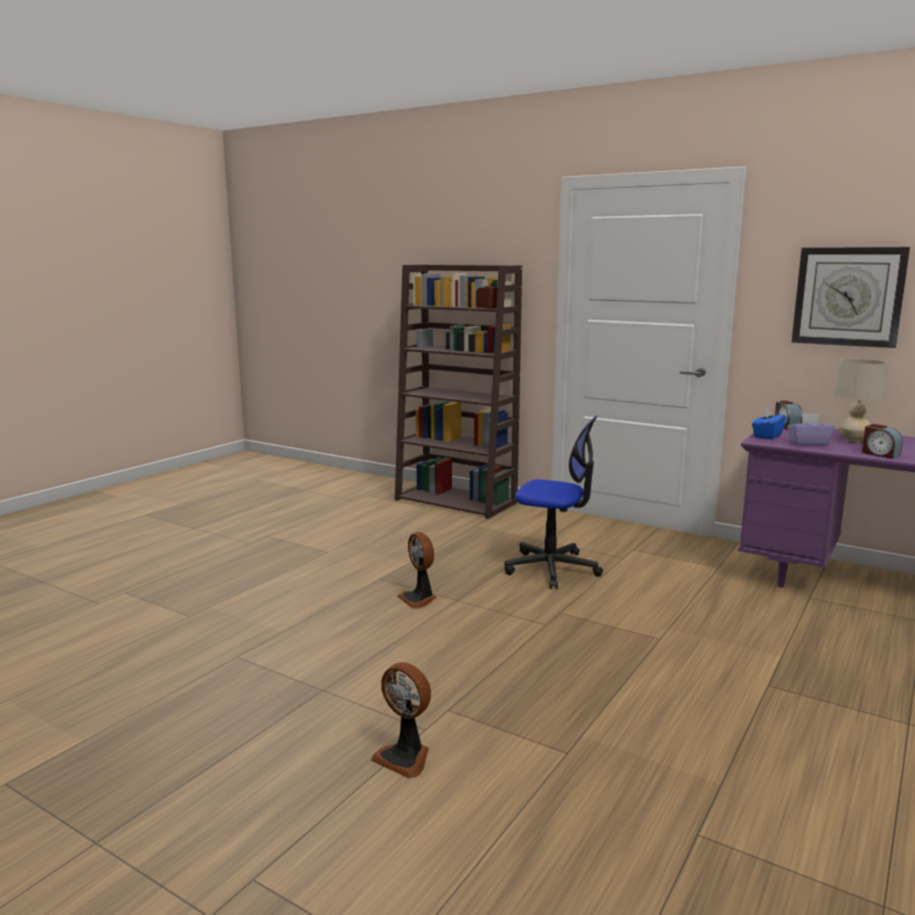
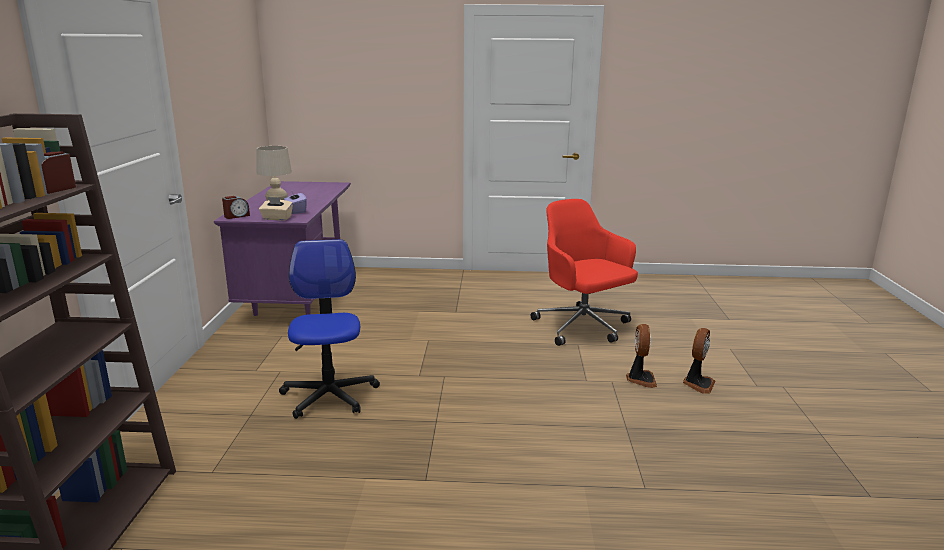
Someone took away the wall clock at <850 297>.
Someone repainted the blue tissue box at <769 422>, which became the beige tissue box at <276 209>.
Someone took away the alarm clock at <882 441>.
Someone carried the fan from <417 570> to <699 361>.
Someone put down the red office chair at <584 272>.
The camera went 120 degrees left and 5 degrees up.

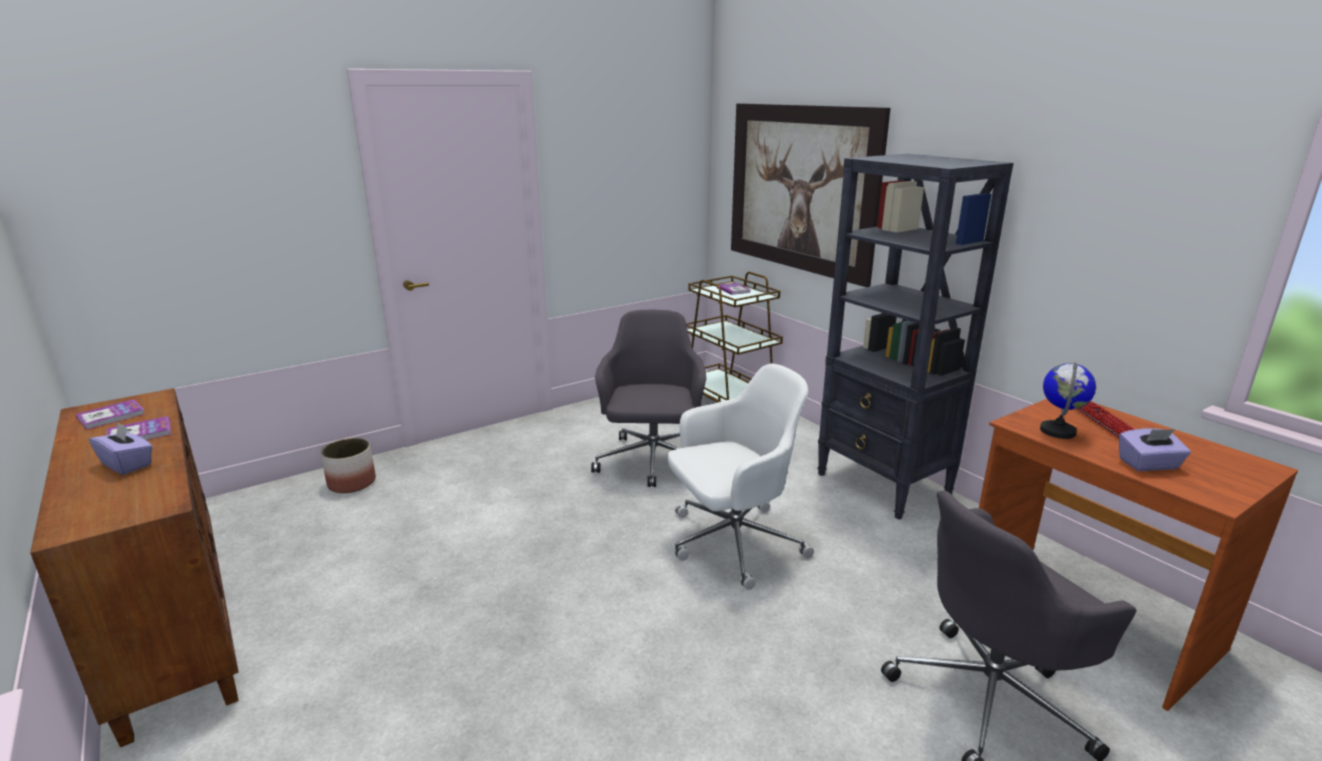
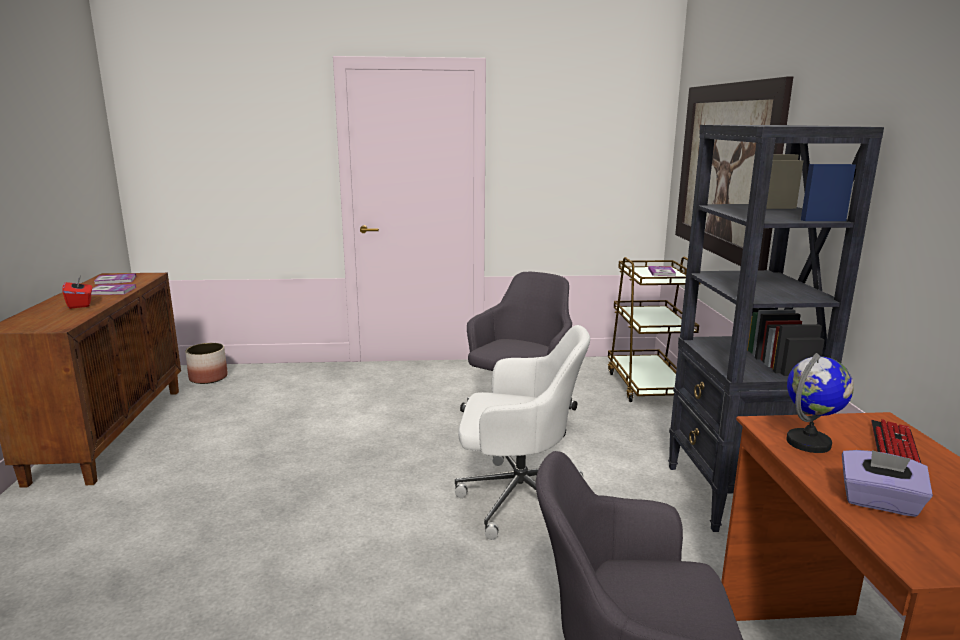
Someone repainted the purple tissue box at <121 448>, which became the red tissue box at <77 292>.
Someone carried the planter from <348 465> to <206 363>.
The camera went 30 degrees right and 5 degrees down.

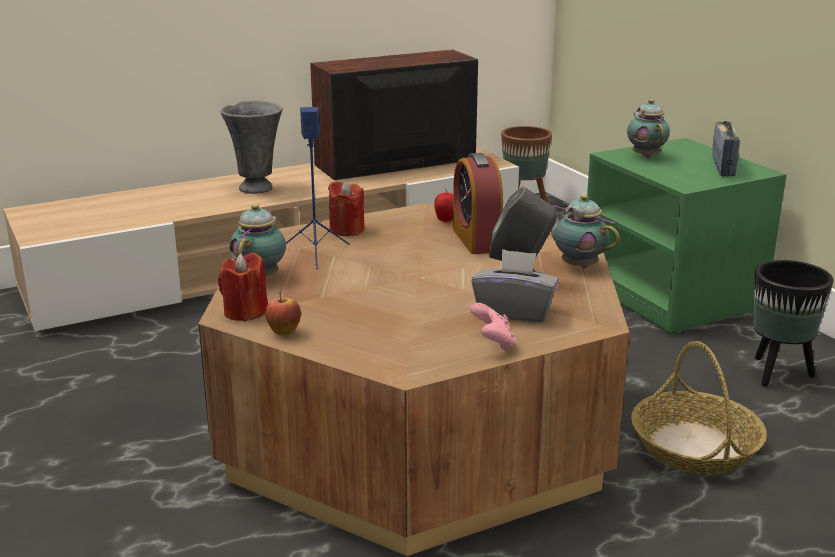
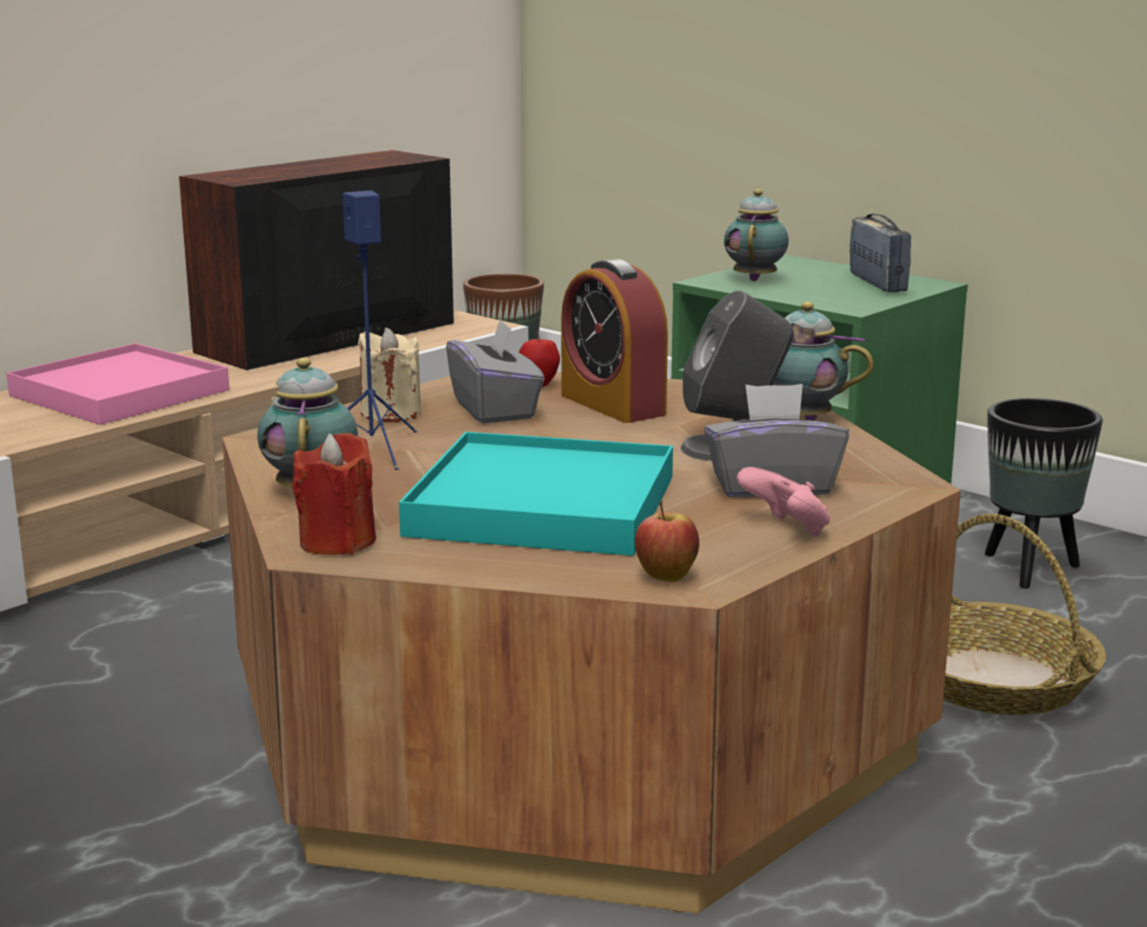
Someone rotated the teapot at <648 128> by 45 degrees clockwise.
Someone swapped the grey vase at <252 147> for the pink tray at <118 384>.
Someone repainted the red candle at <346 208>, which became the beige candle at <389 375>.
Someone carried the apple from <283 313> to <667 541>.
Someone put down the grey tissue box at <495 370>.
Someone put down the turquoise tray at <536 494>.
The camera went 20 degrees left and 5 degrees down.

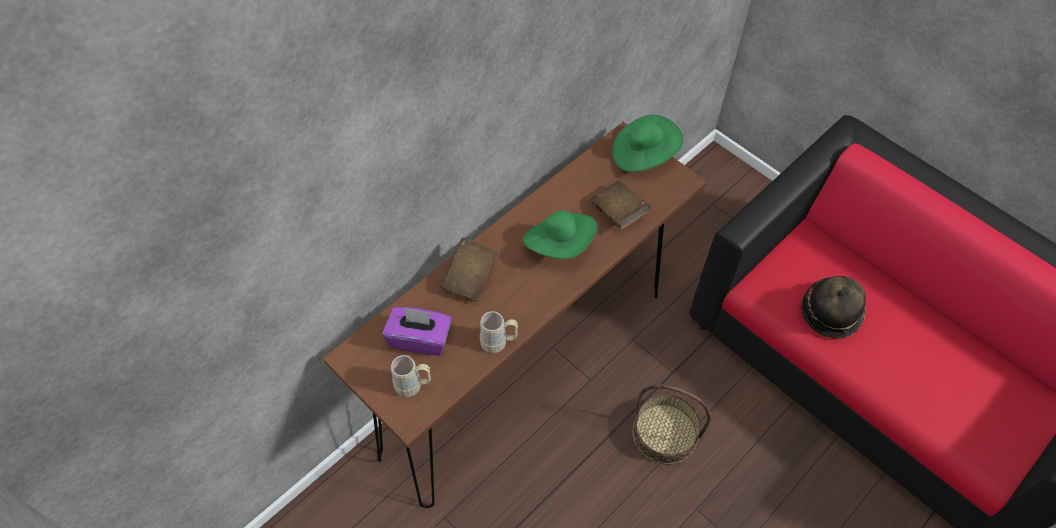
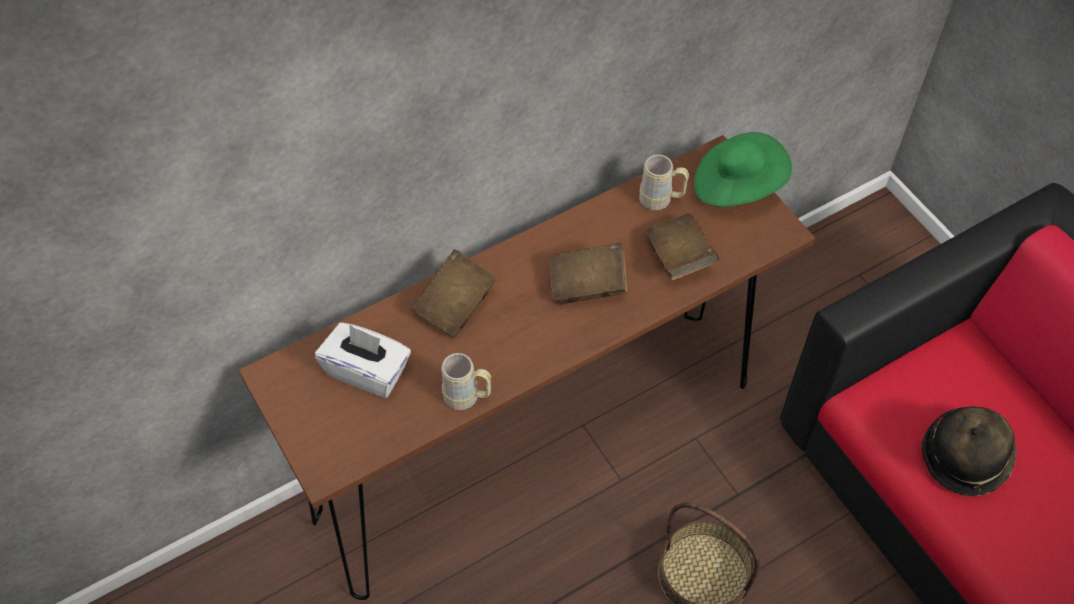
Someone swapped the green hat at <560 234> for the brown book at <588 273>.
Someone repainted the purple tissue box at <417 331>, which became the white tissue box at <363 360>.
Someone carried the beige mug from <411 376> to <664 182>.
The camera went 15 degrees right and 0 degrees up.

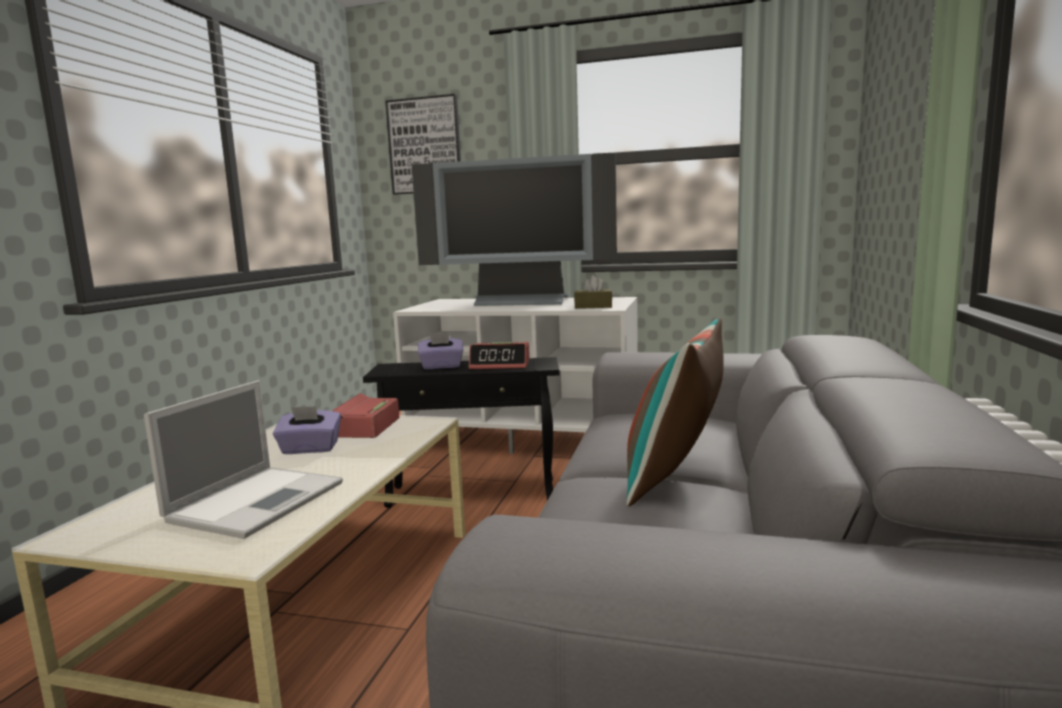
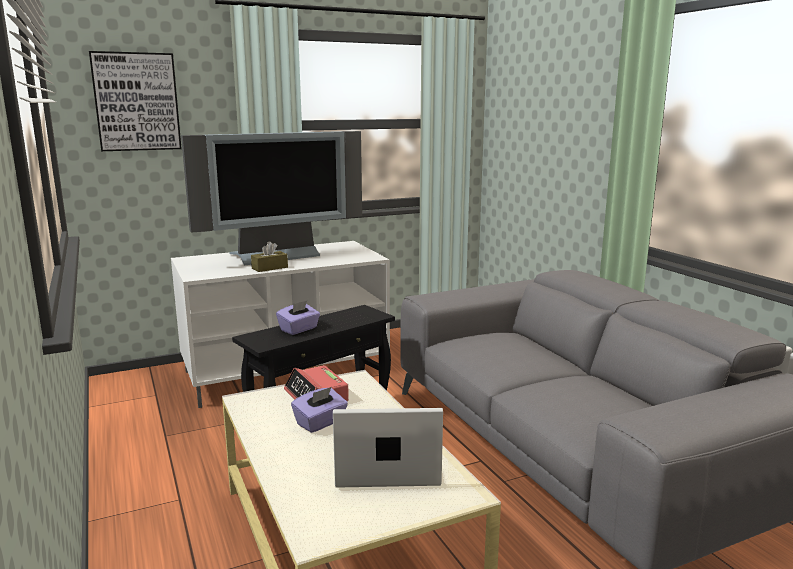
Someone carried the brown tissue box from <593 292> to <269 256>.
Someone took away the pillow at <675 412>.
Someone took away the alarm clock at <499 355>.
Someone rotated the laptop at <243 459> by 75 degrees counterclockwise.
The camera went 40 degrees left and 5 degrees up.

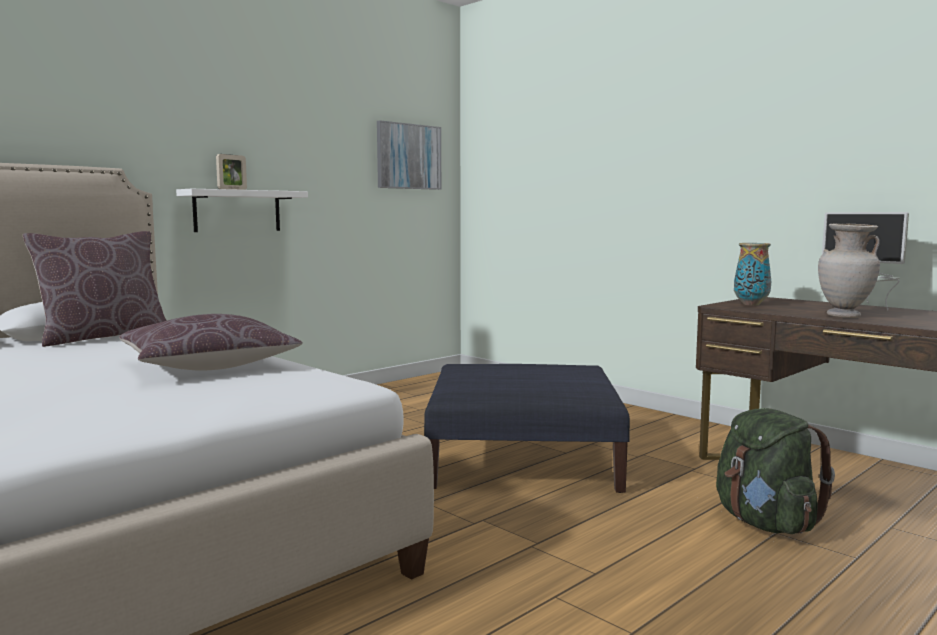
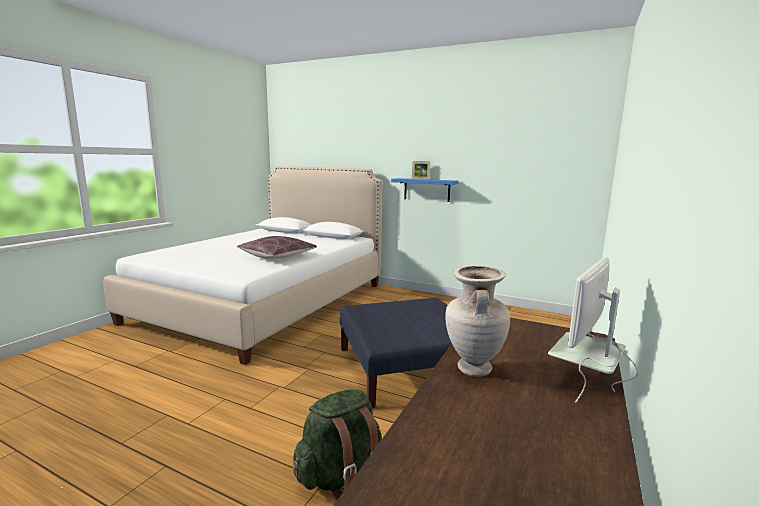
Someone took away the picture at <409 155>.
Someone repainted the white shelf at <242 210>, which became the blue shelf at <425 190>.
Someone took away the brown pillow at <95 289>.
Someone took away the vase at <752 274>.
The camera went 70 degrees right and 5 degrees up.

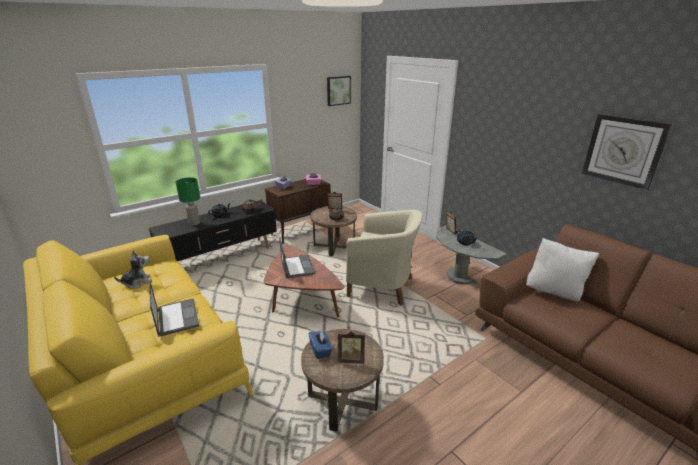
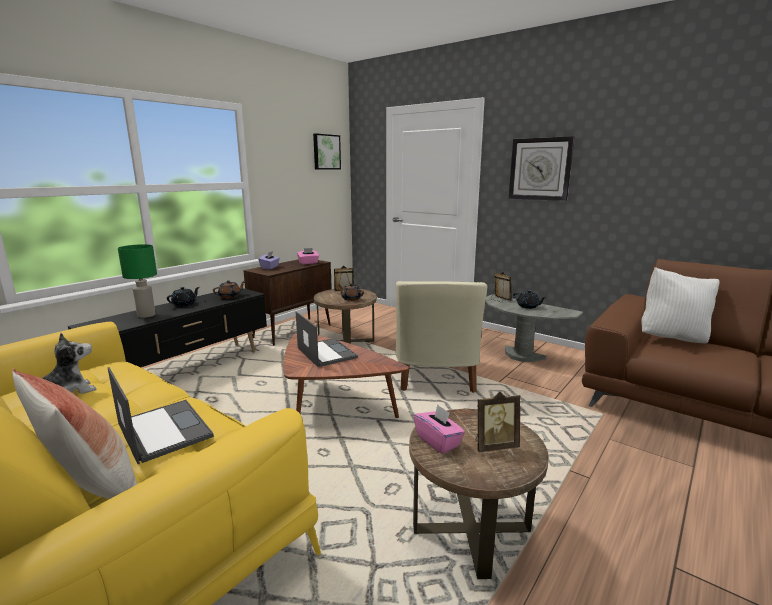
Someone carried the wall clock from <627 152> to <541 168>.
Someone rotated the beige armchair at <384 258> by 90 degrees clockwise.
Someone repainted the blue tissue box at <320 344>, which became the pink tissue box at <439 429>.
Someone put down the pillow at <74 434>.
The camera went 15 degrees left and 10 degrees down.

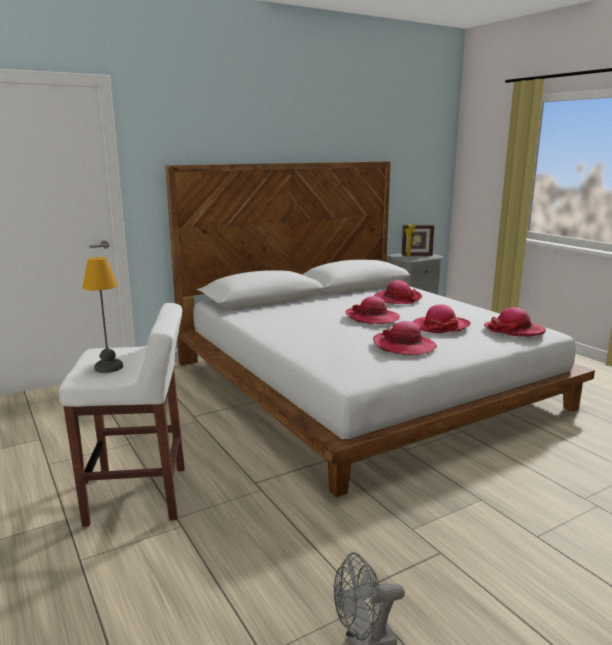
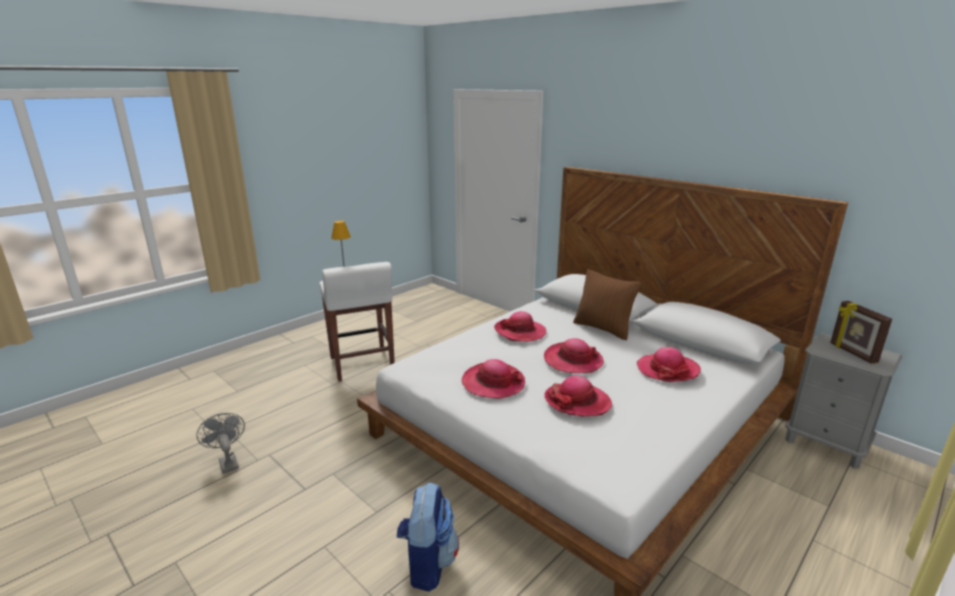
Someone carried the hat from <515 322> to <520 326>.
Someone put down the brown pillow at <607 304>.
Someone put down the backpack at <428 537>.
The camera went 75 degrees right and 5 degrees up.

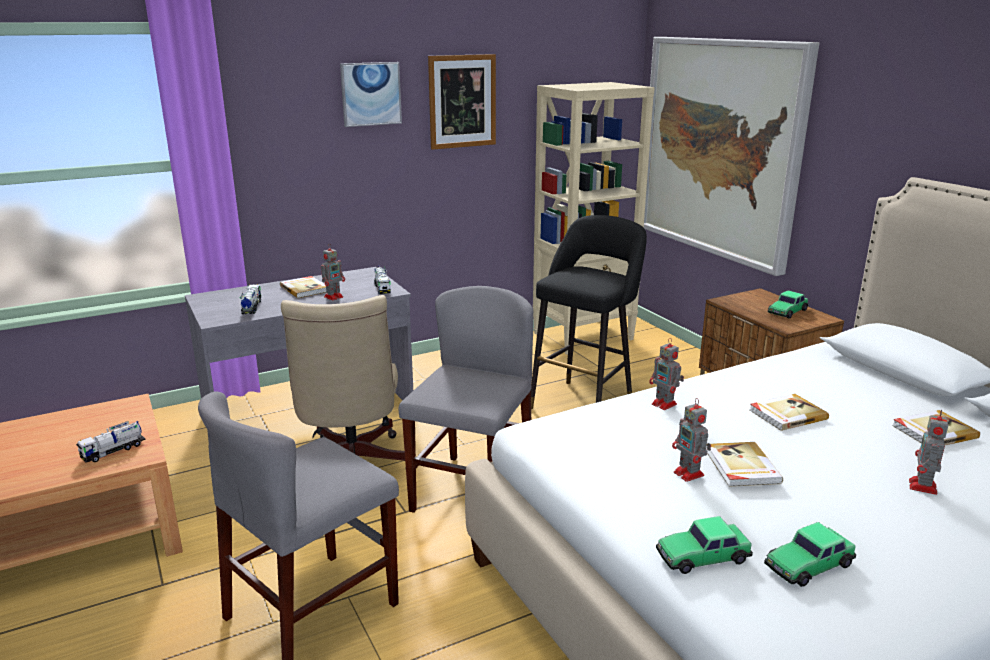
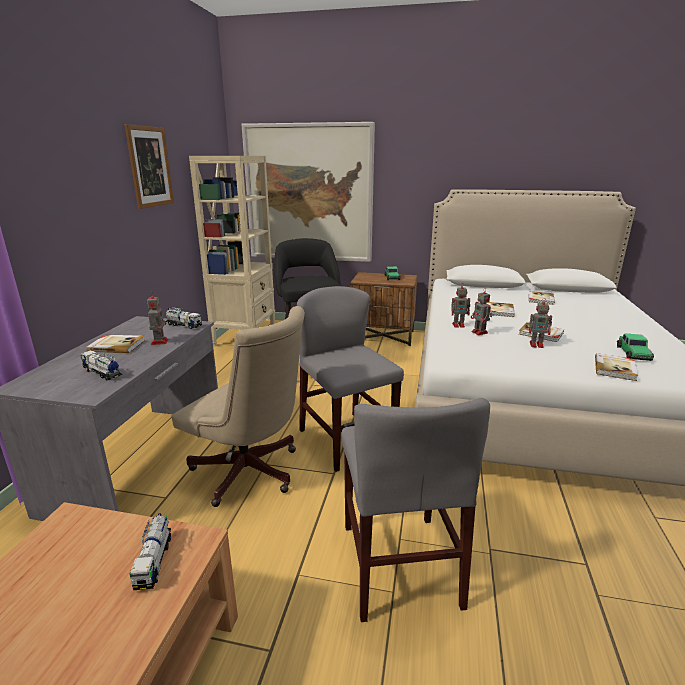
Someone took away the picture at <371 94>.
Someone carried the toy robot from <928 452> to <481 311>.
Someone swapped the toy car at <704 545> for the book at <616 367>.
The camera went 50 degrees left and 0 degrees up.

